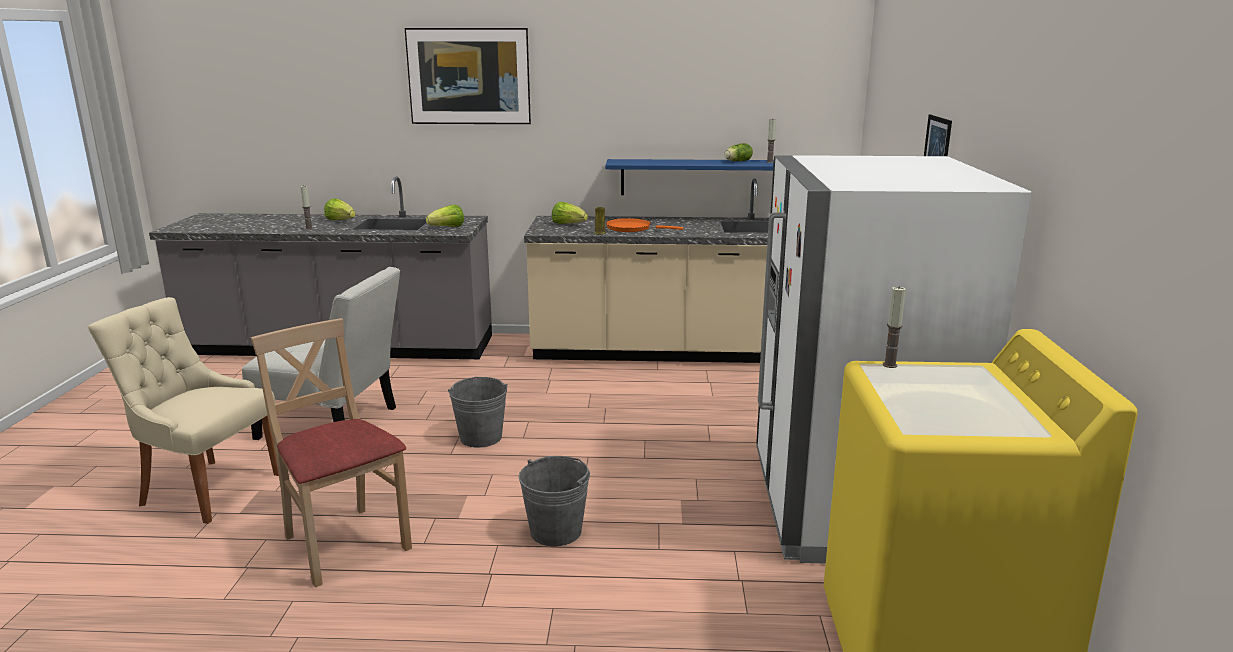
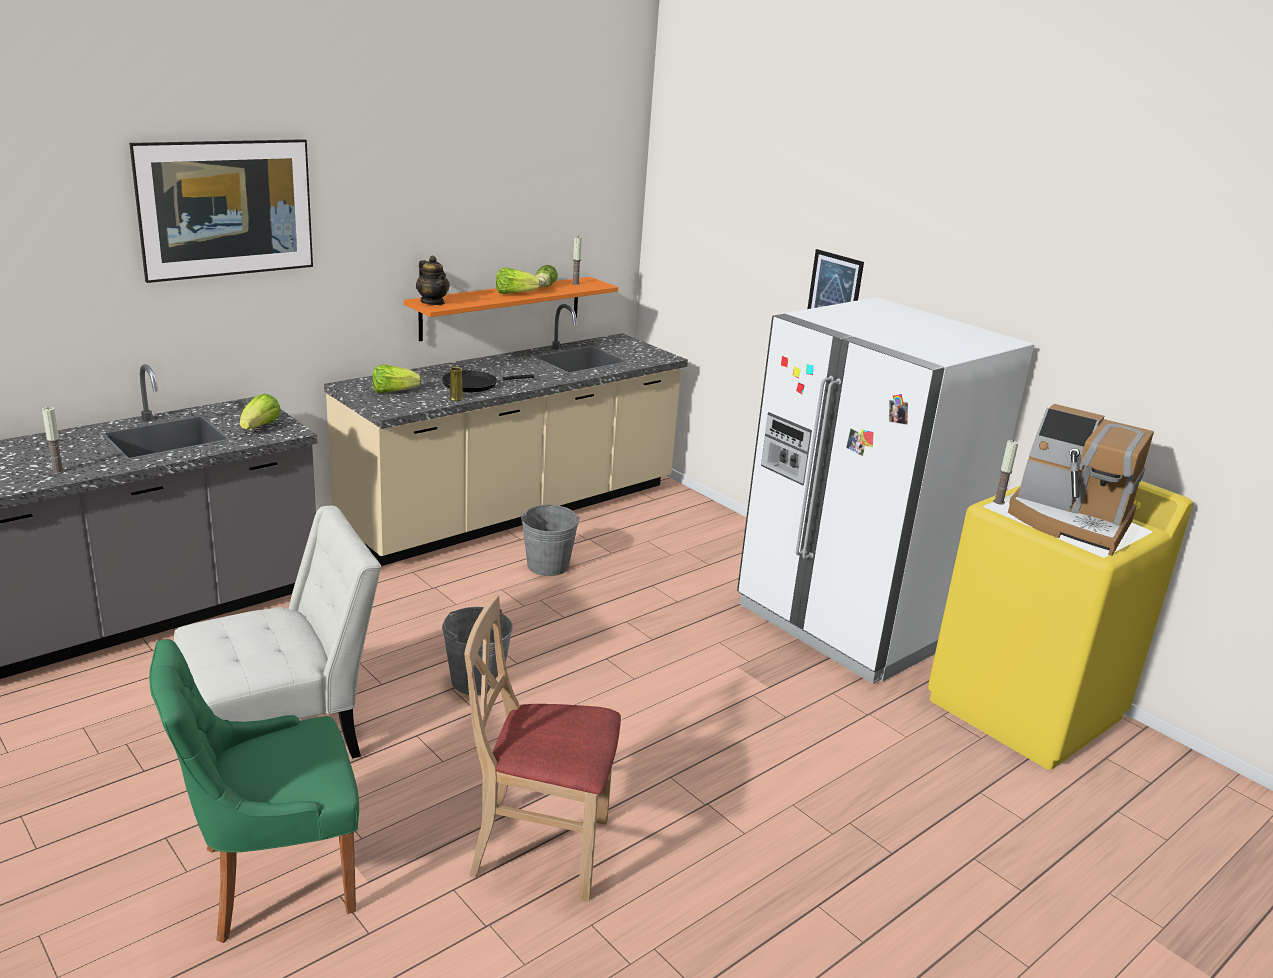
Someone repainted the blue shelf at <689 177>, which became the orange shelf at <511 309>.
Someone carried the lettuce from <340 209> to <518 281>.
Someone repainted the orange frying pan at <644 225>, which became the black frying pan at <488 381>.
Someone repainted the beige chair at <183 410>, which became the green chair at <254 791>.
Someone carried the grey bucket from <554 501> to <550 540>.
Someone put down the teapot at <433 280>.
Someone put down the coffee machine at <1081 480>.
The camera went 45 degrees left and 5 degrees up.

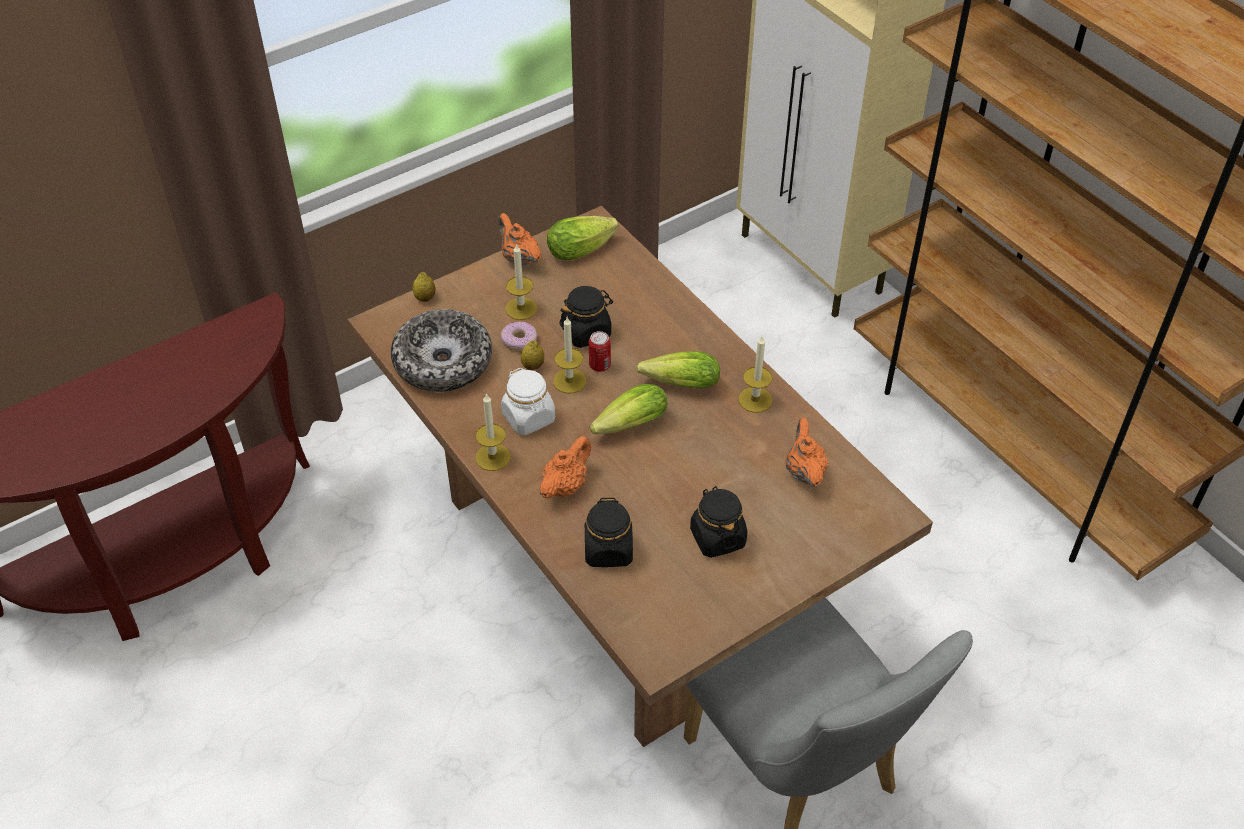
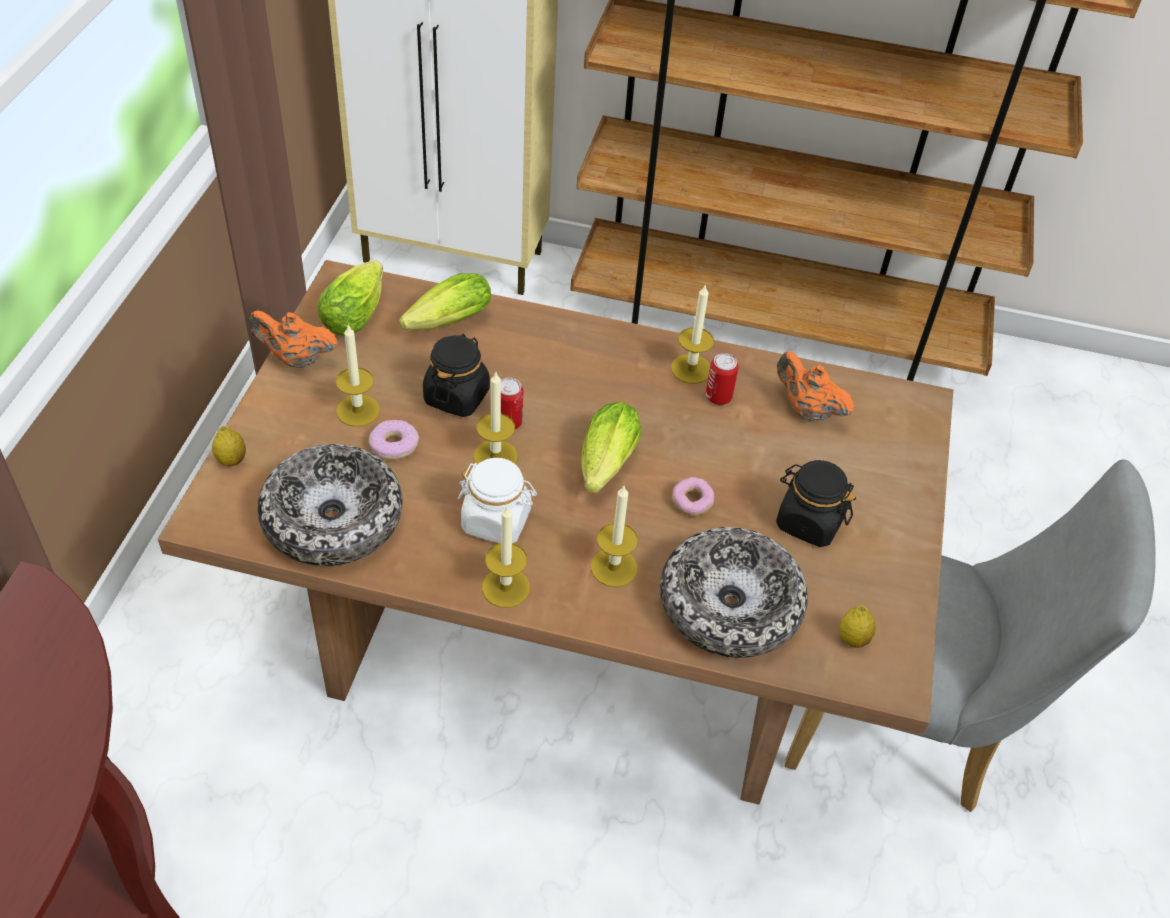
Someone carried the lemon from <532 355> to <857 626>.
Someone carried the lettuce from <678 369> to <445 301>.
Someone swapped the orange teapot at <565 467> for the candle at <614 536>.
Someone swapped the black jar at <609 532> for the bowl at <734 592>.
Someone put down the can at <722 379>.
Someone put down the donut at <693 496>.
The camera went 45 degrees left and 0 degrees up.

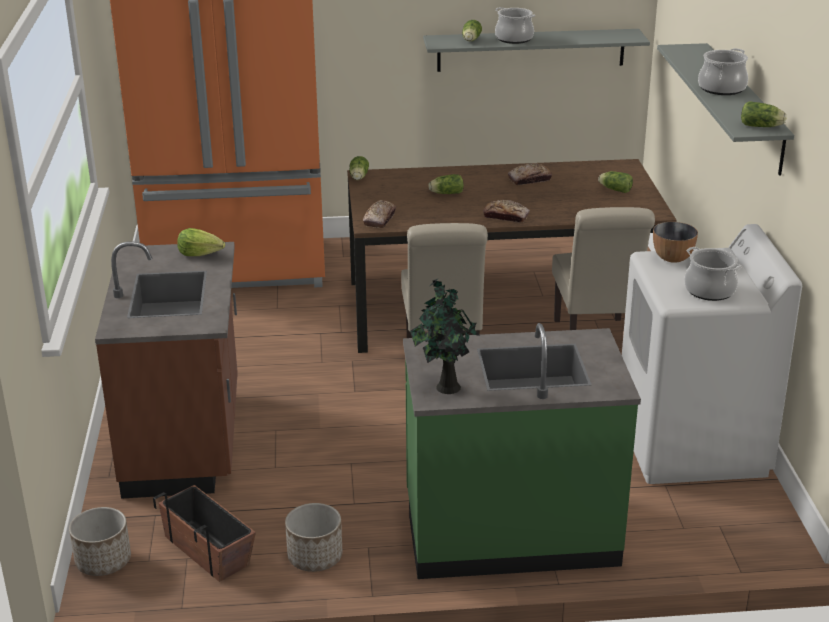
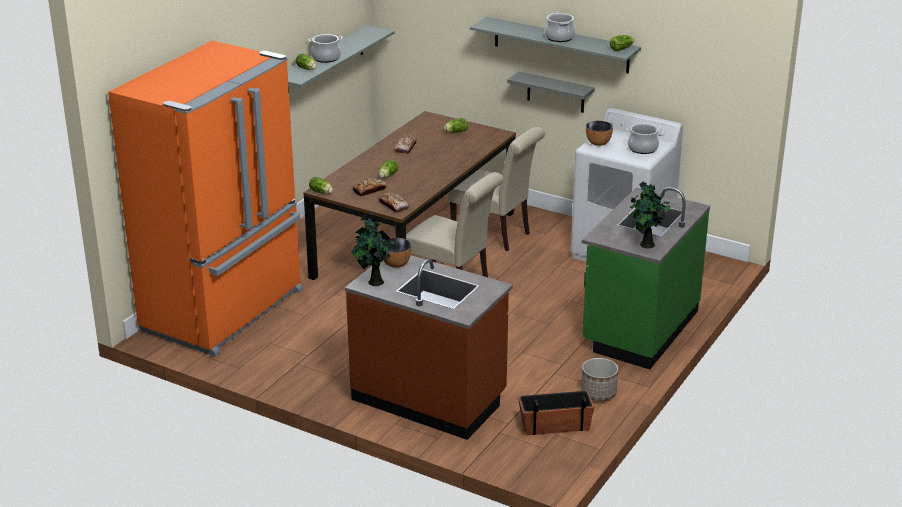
Someone carried the bread from <506 211> to <369 187>.
Someone swapped the lettuce at <201 242> for the bowl at <397 253>.
Someone took away the planter at <100 541>.
Someone put up the grey shelf at <551 92>.
Someone put down the potted plant at <374 250>.
The camera went 55 degrees left and 0 degrees up.

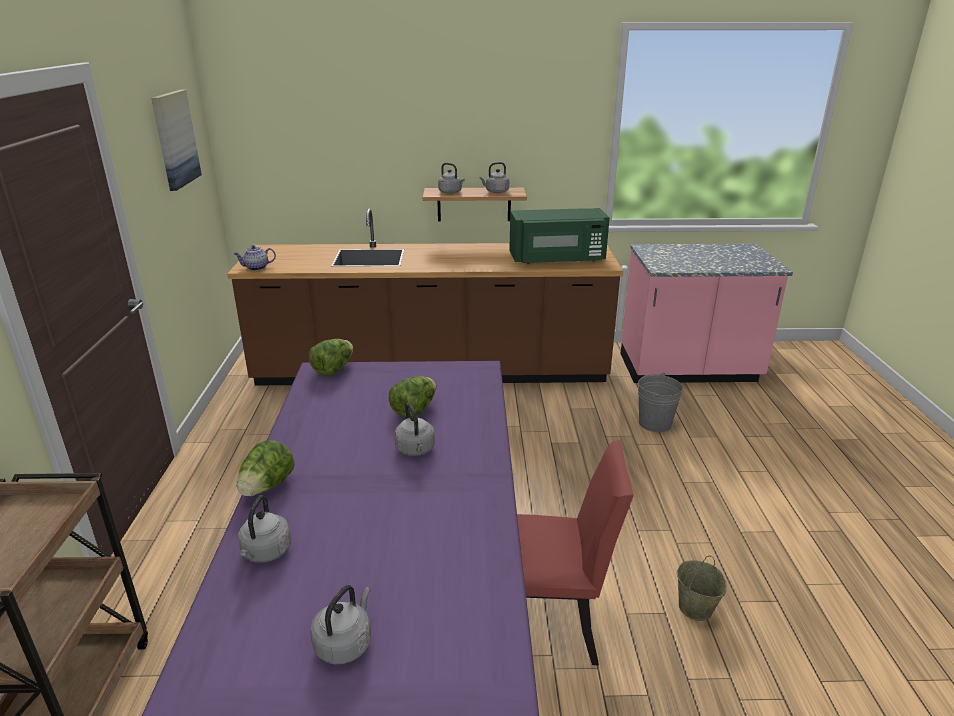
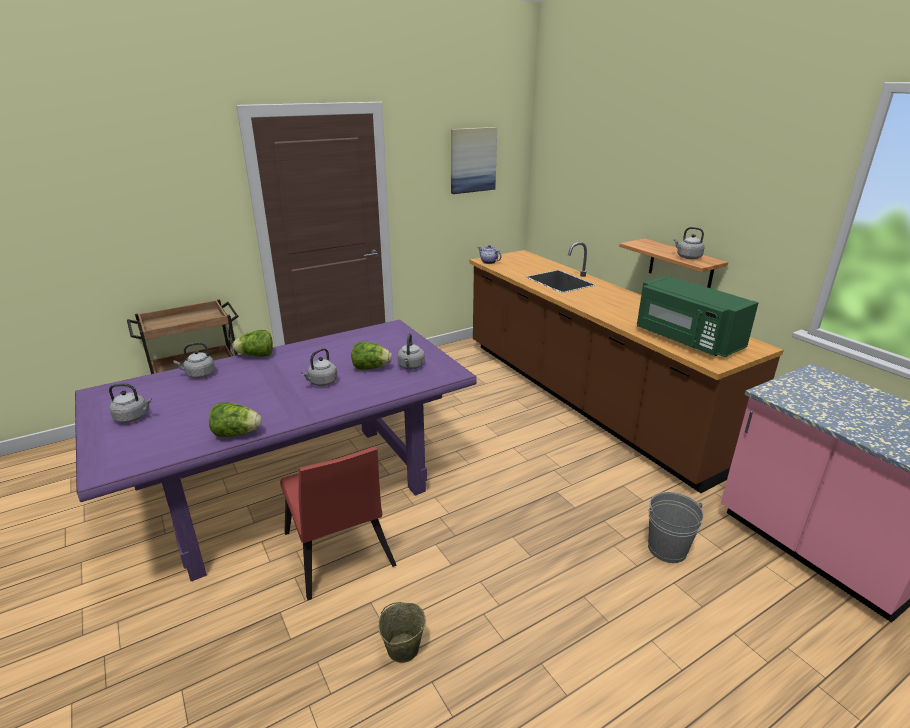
Someone carried the grey kettle from <451 178> to <411 351>.
Someone carried the lettuce from <331 357> to <235 419>.
The camera went 60 degrees right and 0 degrees up.

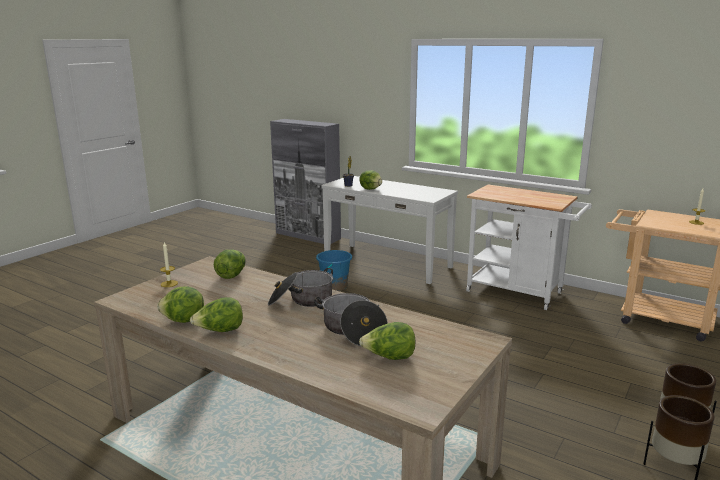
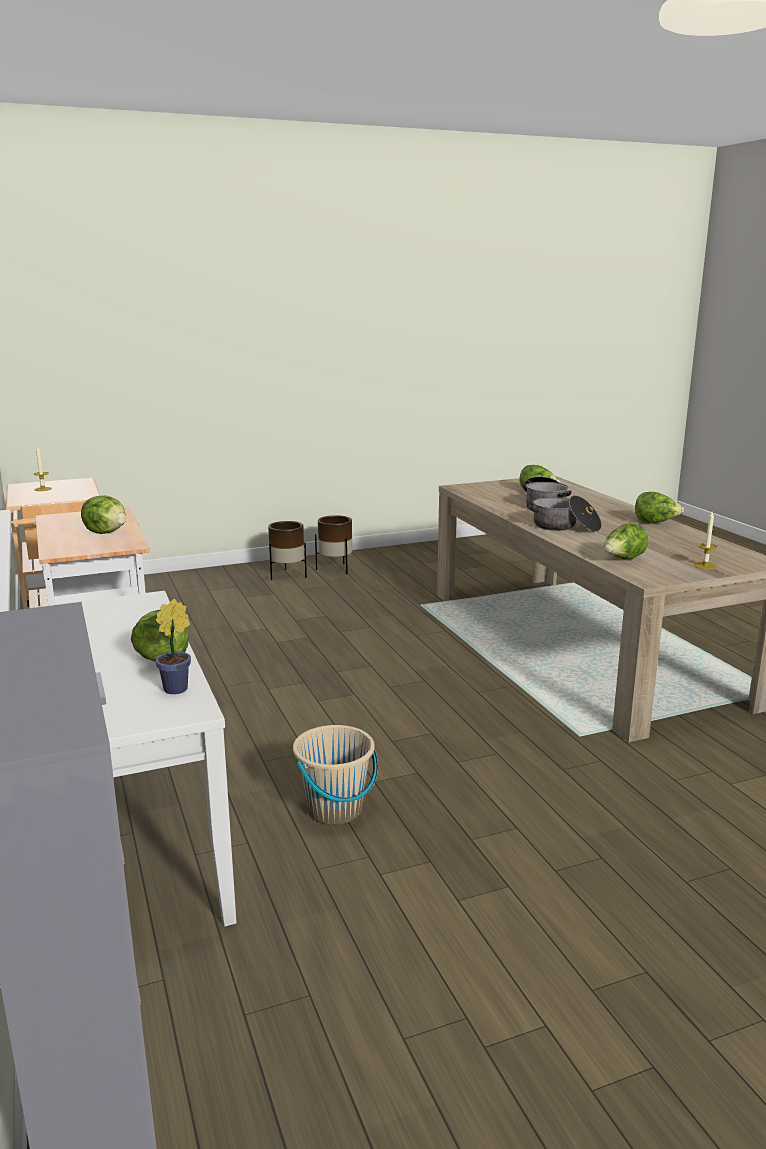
Someone repainted the blue bucket at <334 270>, which became the beige bucket at <335 775>.
Someone carried the lettuce from <180 304> to <103 514>.
The camera went 145 degrees left and 0 degrees up.

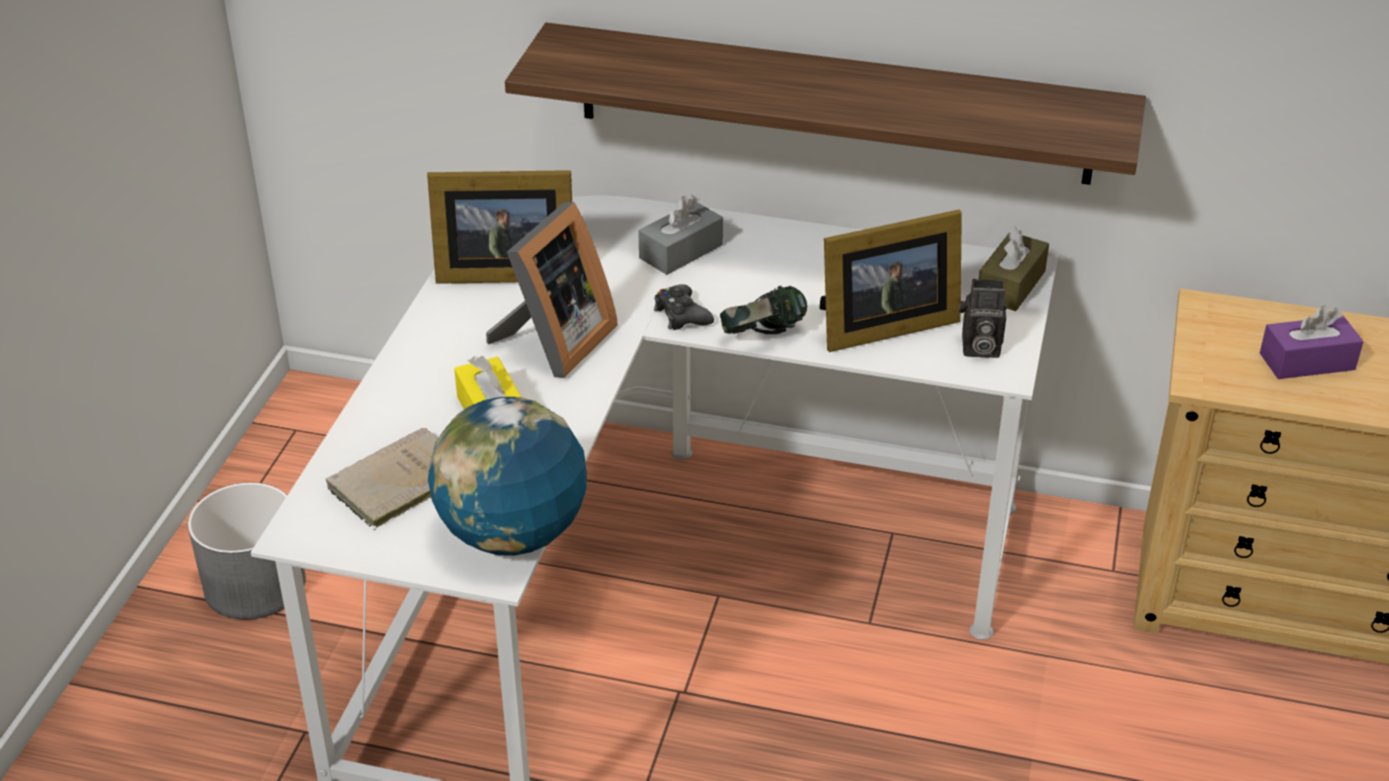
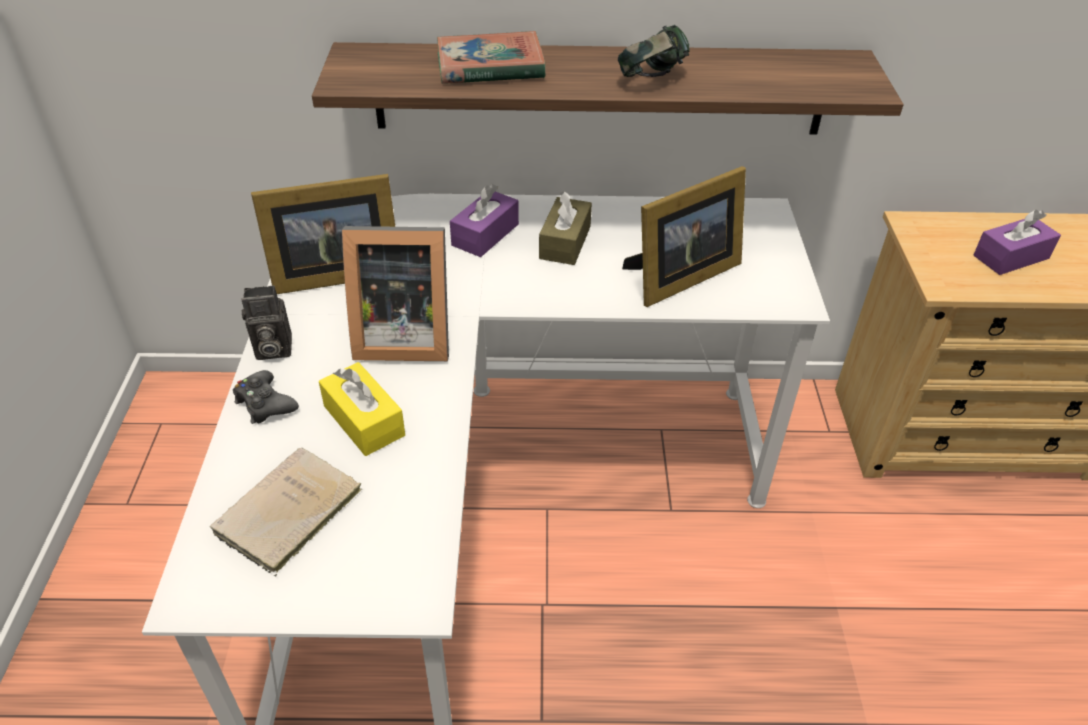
Someone repainted the grey tissue box at <680 235>, which became the purple tissue box at <484 220>.
Someone rotated the picture frame at <552 290> by 75 degrees clockwise.
Someone carried the brown tissue box from <1013 268> to <565 228>.
Someone carried the photo camera from <983 318> to <266 322>.
Someone carried the black game controller from <684 307> to <266 397>.
Someone carried the headphones from <763 310> to <654 51>.
Someone took away the globe at <507 476>.
Someone took away the grey planter at <247 551>.
Someone put down the book at <491 57>.
The camera went 15 degrees left and 5 degrees up.

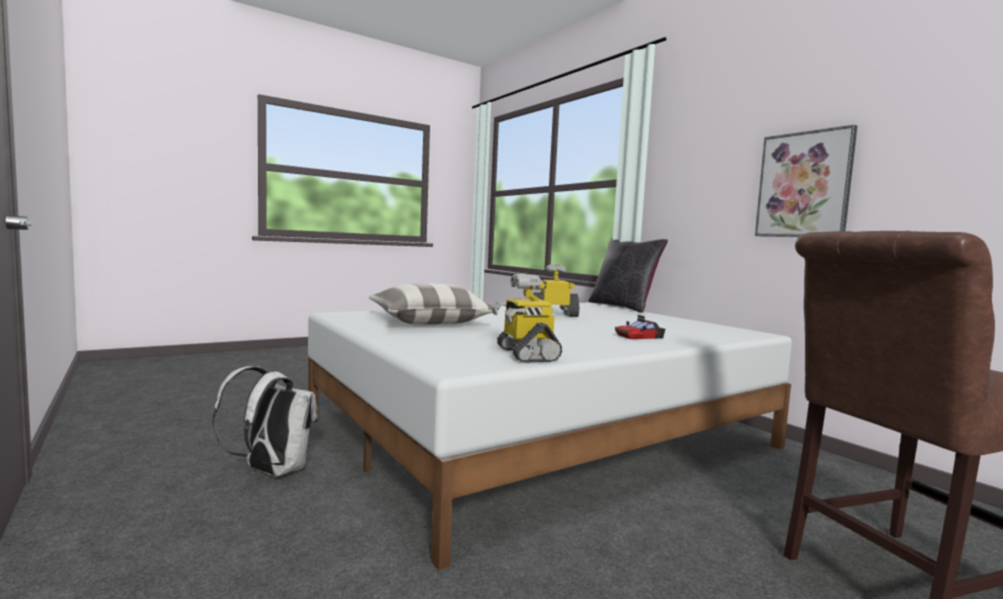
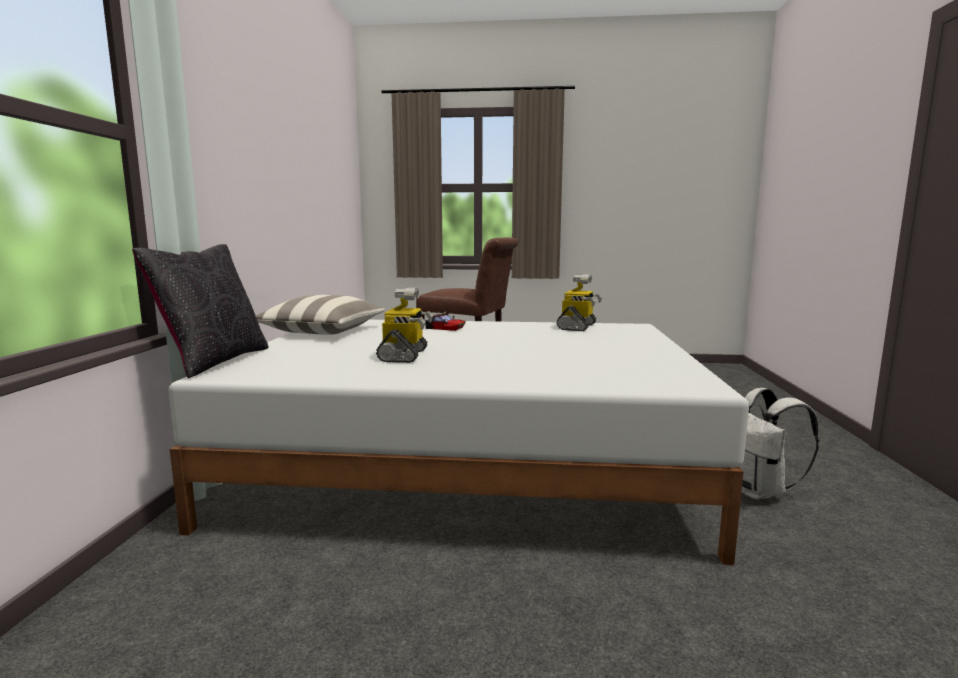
Someone took away the picture at <806 181>.
Someone rotated the toy robot at <556 290> by 120 degrees counterclockwise.
Someone carried the pillow from <431 304> to <320 315>.
The camera went 140 degrees left and 5 degrees up.

